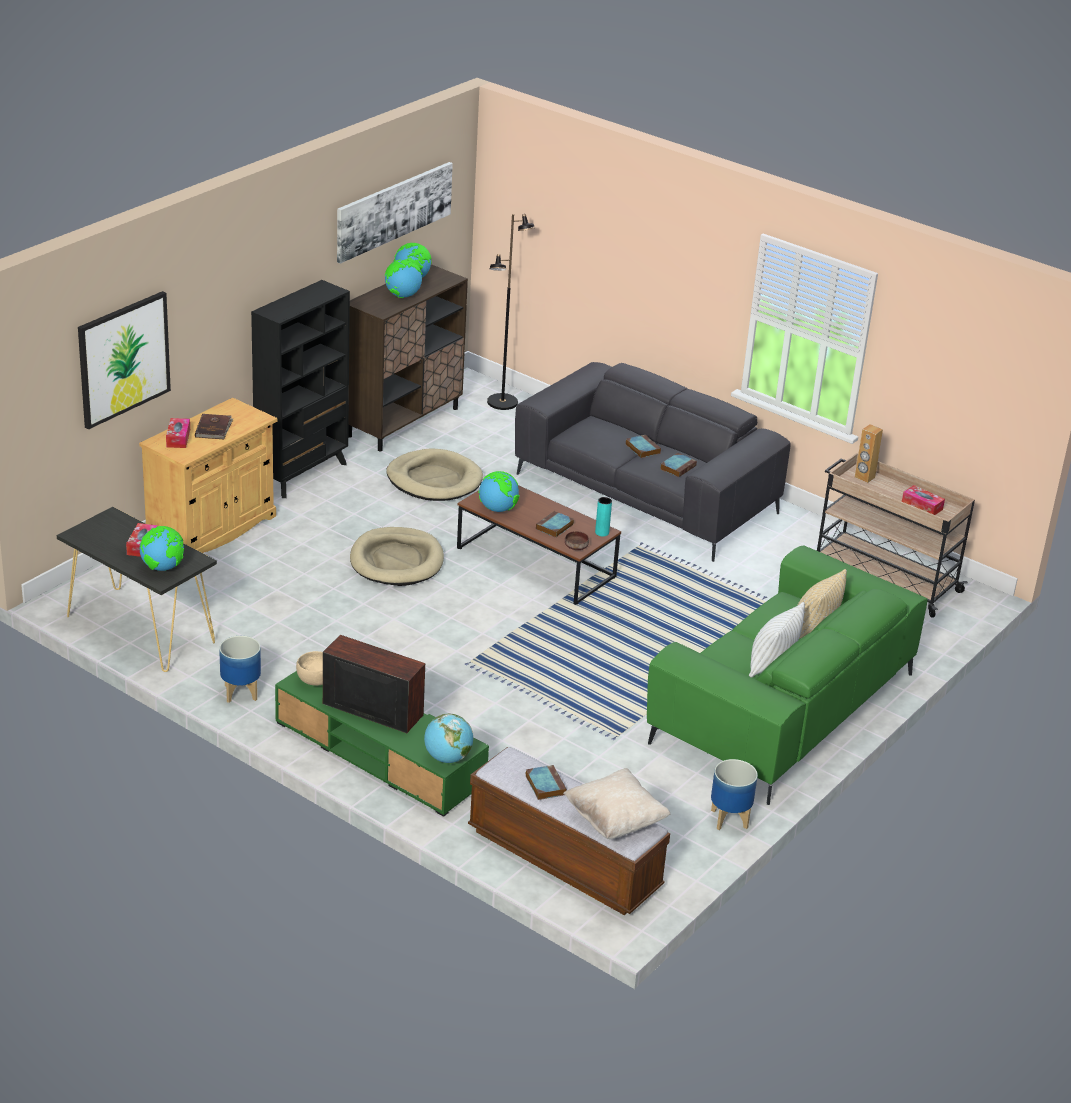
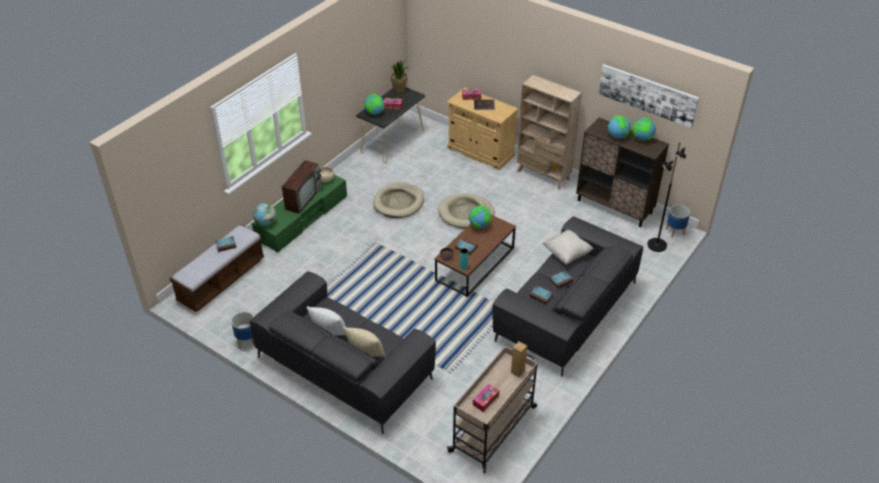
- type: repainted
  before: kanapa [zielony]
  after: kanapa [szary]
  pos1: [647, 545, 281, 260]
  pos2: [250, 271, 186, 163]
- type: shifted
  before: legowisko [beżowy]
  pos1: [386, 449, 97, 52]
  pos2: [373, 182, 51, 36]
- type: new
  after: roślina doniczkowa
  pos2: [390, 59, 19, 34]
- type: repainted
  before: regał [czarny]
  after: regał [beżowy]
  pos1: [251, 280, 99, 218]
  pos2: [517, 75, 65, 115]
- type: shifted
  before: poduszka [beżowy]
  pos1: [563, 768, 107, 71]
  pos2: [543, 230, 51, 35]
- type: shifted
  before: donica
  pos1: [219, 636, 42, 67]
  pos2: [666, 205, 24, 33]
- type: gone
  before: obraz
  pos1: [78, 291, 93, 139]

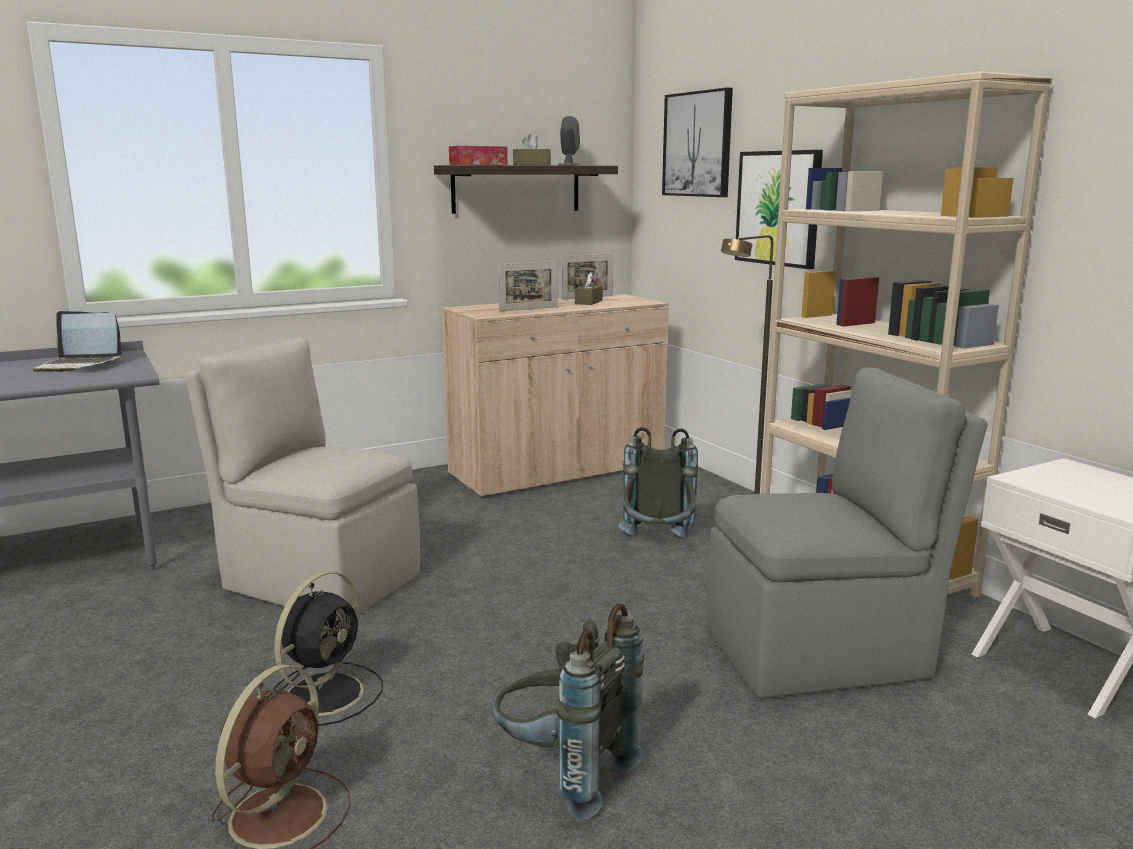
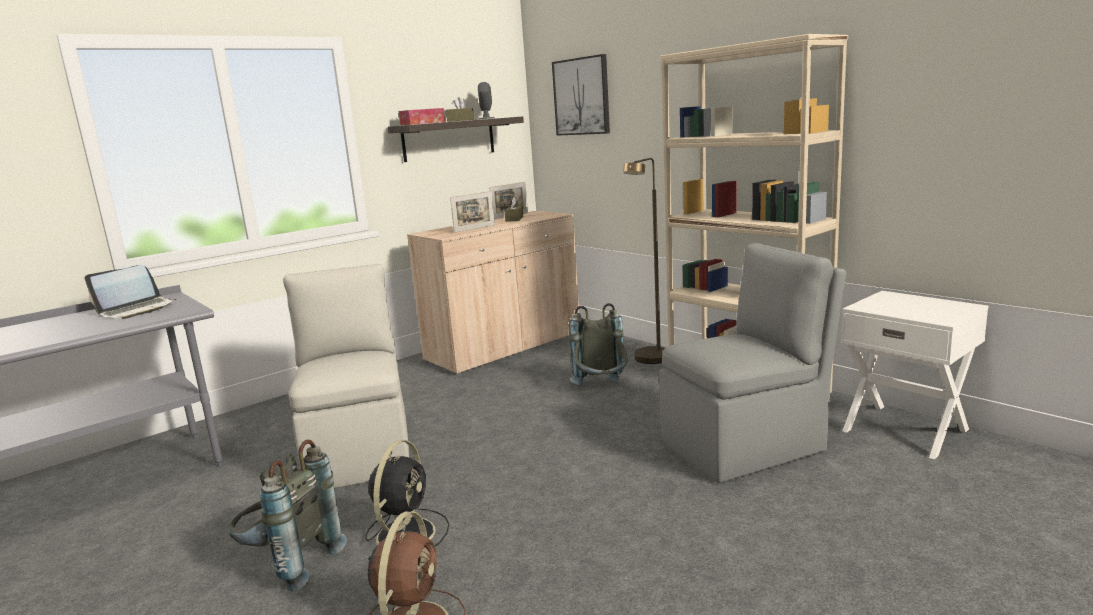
- type: rotated
  before: laptop
  pos1: [33, 311, 89, 61]
  pos2: [85, 265, 91, 54]
  turn: -45
- type: shifted
  before: plecak [szary]
  pos1: [493, 604, 151, 216]
  pos2: [228, 440, 118, 152]
- type: rotated
  before: krzesło [beżowy]
  pos1: [185, 337, 235, 276]
  pos2: [283, 264, 126, 224]
  turn: 60
- type: gone
  before: obraz
  pos1: [735, 150, 88, 119]

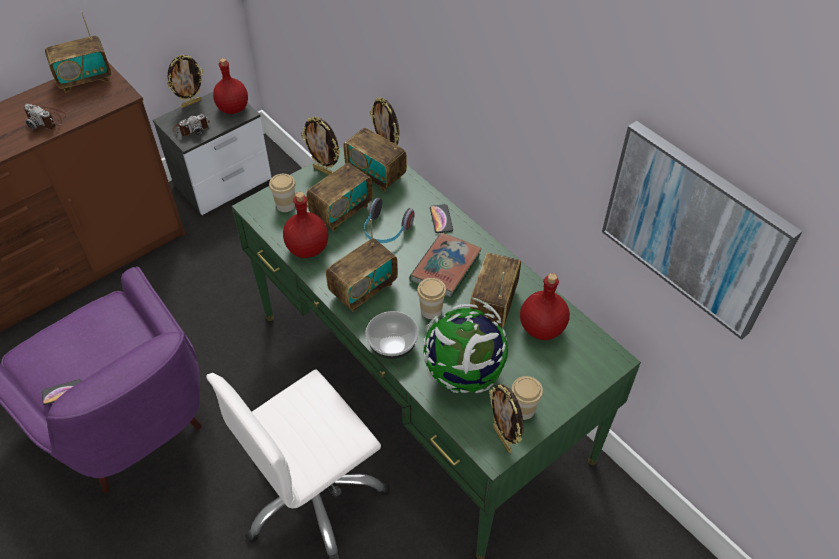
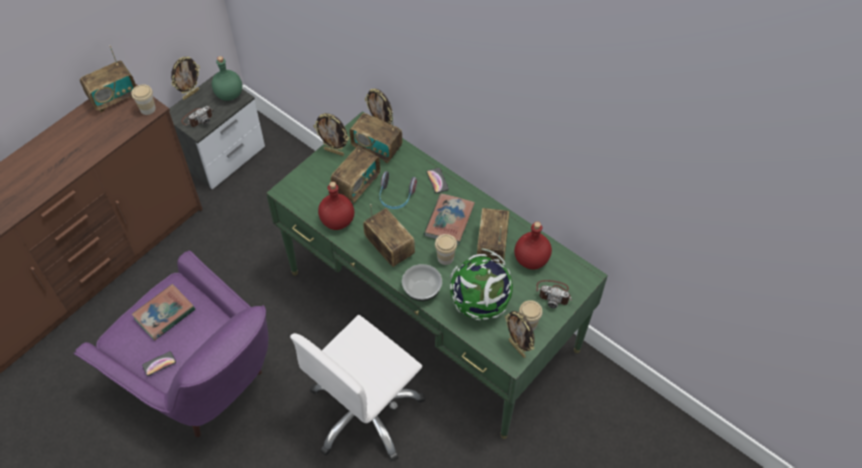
- type: shifted
  before: filiżanka
  pos1: [269, 174, 27, 38]
  pos2: [131, 84, 25, 31]
- type: new
  after: książka
  pos2: [132, 284, 63, 57]
- type: repainted
  before: butelka [czerwony]
  after: butelka [zielony]
  pos1: [213, 58, 35, 56]
  pos2: [212, 56, 30, 45]
- type: rotated
  before: radio
  pos1: [326, 219, 72, 93]
  pos2: [363, 204, 52, 63]
  turn: -75
- type: shifted
  before: aparat fotograficzny
  pos1: [24, 104, 42, 25]
  pos2: [536, 280, 36, 29]
- type: gone
  before: obraz
  pos1: [602, 121, 200, 219]

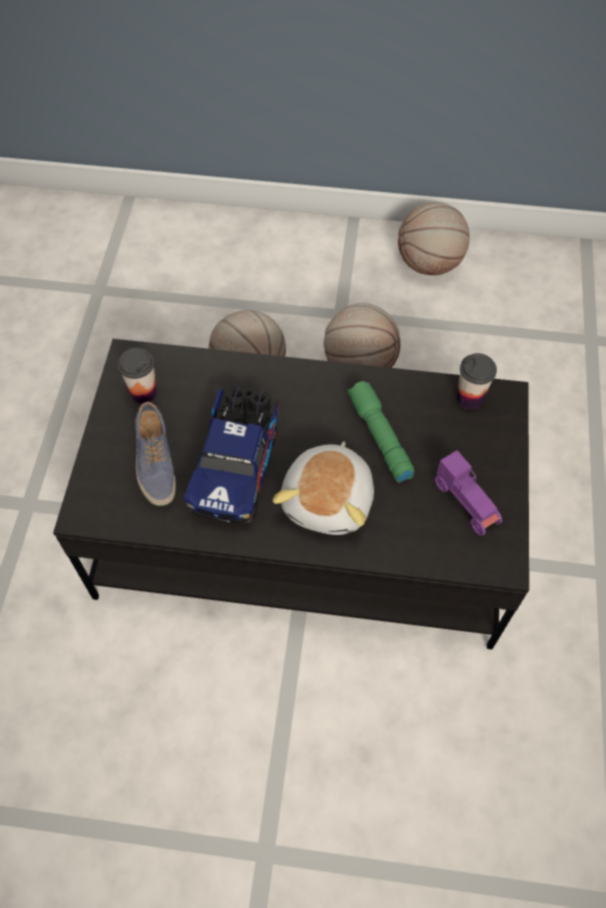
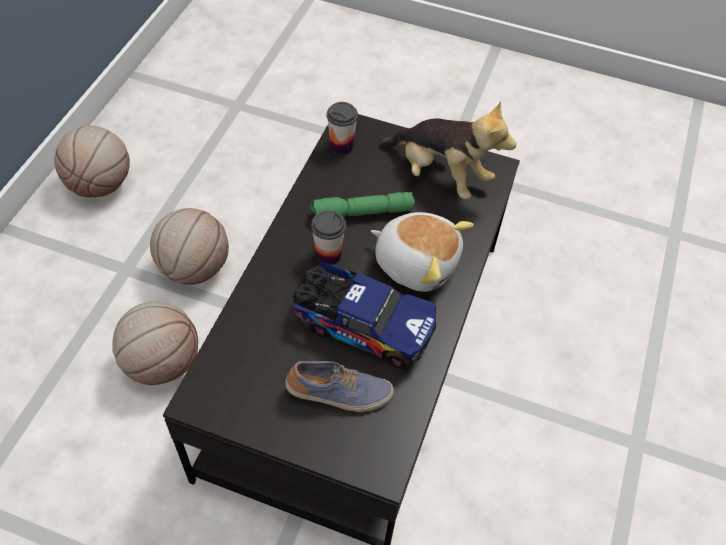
- type: shifted
  before: filiżanka
  pos1: [118, 348, 39, 56]
  pos2: [311, 210, 35, 55]
- type: swapped
  before: samochodzik [fioletowy]
  after: pluszak
  pos1: [435, 450, 67, 86]
  pos2: [378, 101, 139, 98]

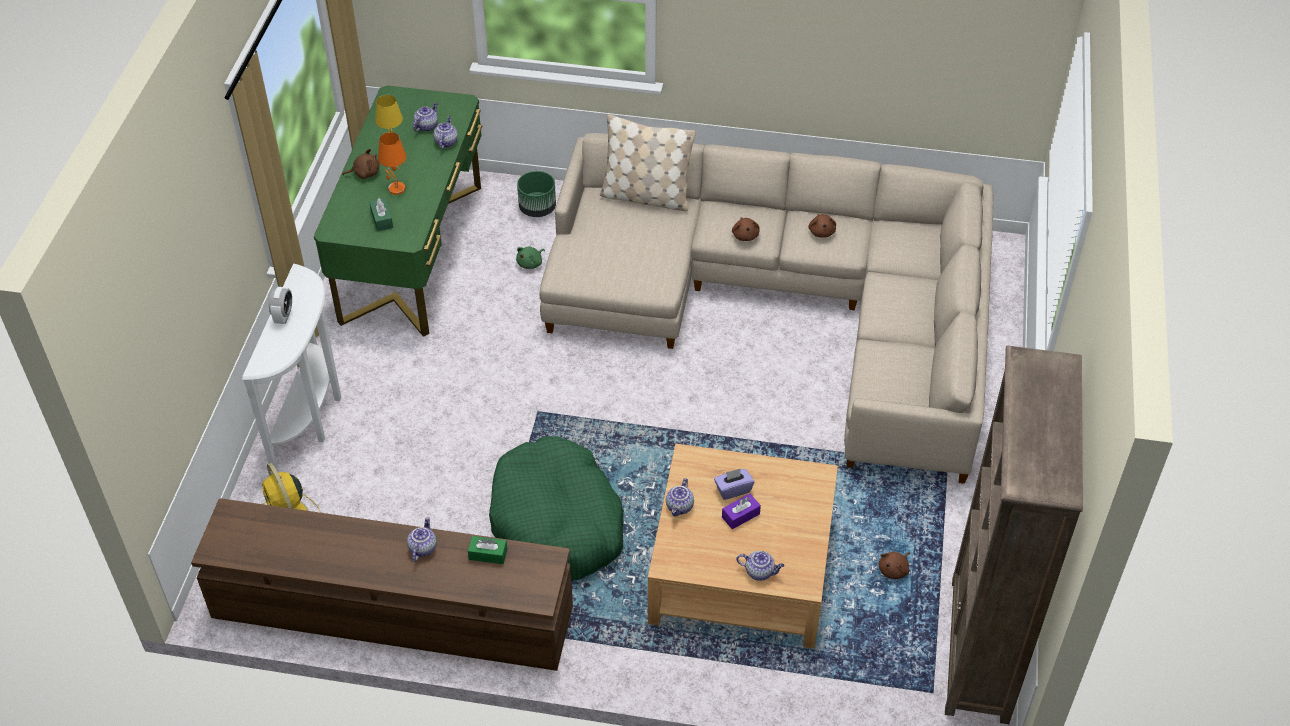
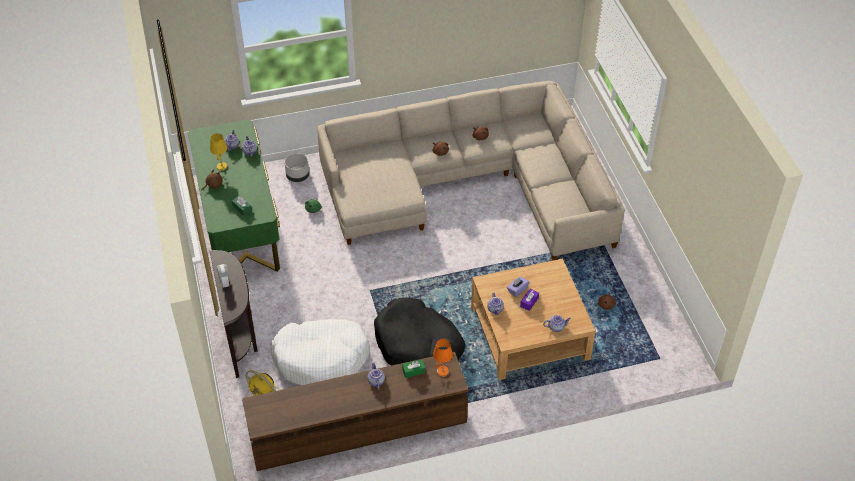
- type: repainted
  before: stolik konsolowy [biały]
  after: stolik konsolowy [brązowy]
  pos1: [242, 264, 99, 205]
  pos2: [210, 250, 48, 128]
- type: new
  after: legowisko [biały]
  pos2: [271, 319, 99, 66]
- type: repainted
  before: donica [zielony]
  after: donica [szary]
  pos1: [517, 171, 39, 46]
  pos2: [284, 153, 25, 29]
- type: repainted
  before: legowisko [zielony]
  after: legowisko [czarny]
  pos1: [489, 436, 135, 145]
  pos2: [374, 298, 91, 68]
- type: shifted
  before: lampa stołowa [pomarańczowy]
  pos1: [378, 132, 28, 63]
  pos2: [433, 339, 20, 38]
- type: gone
  before: poduszka [beżowy]
  pos1: [600, 115, 96, 97]
- type: gone
  before: regał [brązowy]
  pos1: [945, 346, 138, 378]

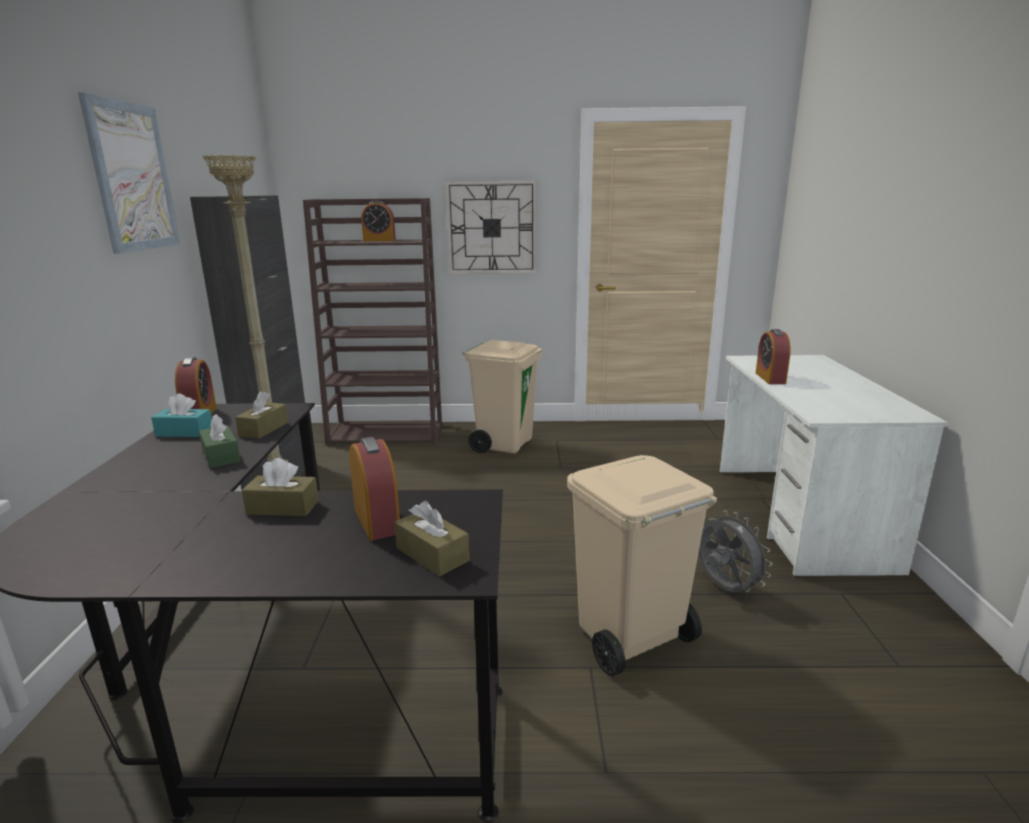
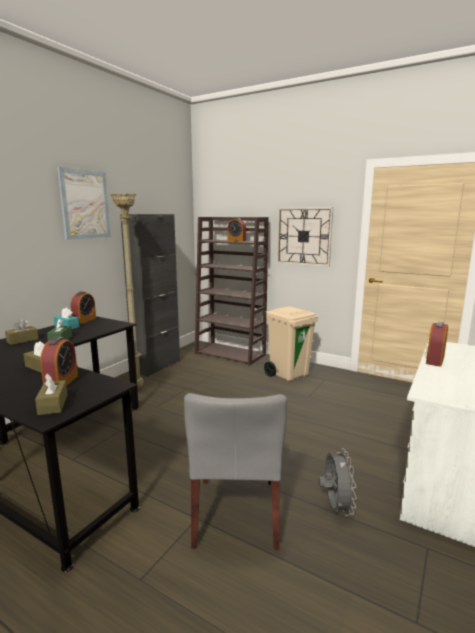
- type: shifted
  before: pudełko chusteczek [brązowy]
  pos1: [235, 391, 53, 48]
  pos2: [5, 319, 34, 26]
- type: swapped
  before: kosz na śmieci [beżowy]
  after: krzesło [szary]
  pos1: [567, 455, 150, 221]
  pos2: [184, 393, 103, 157]

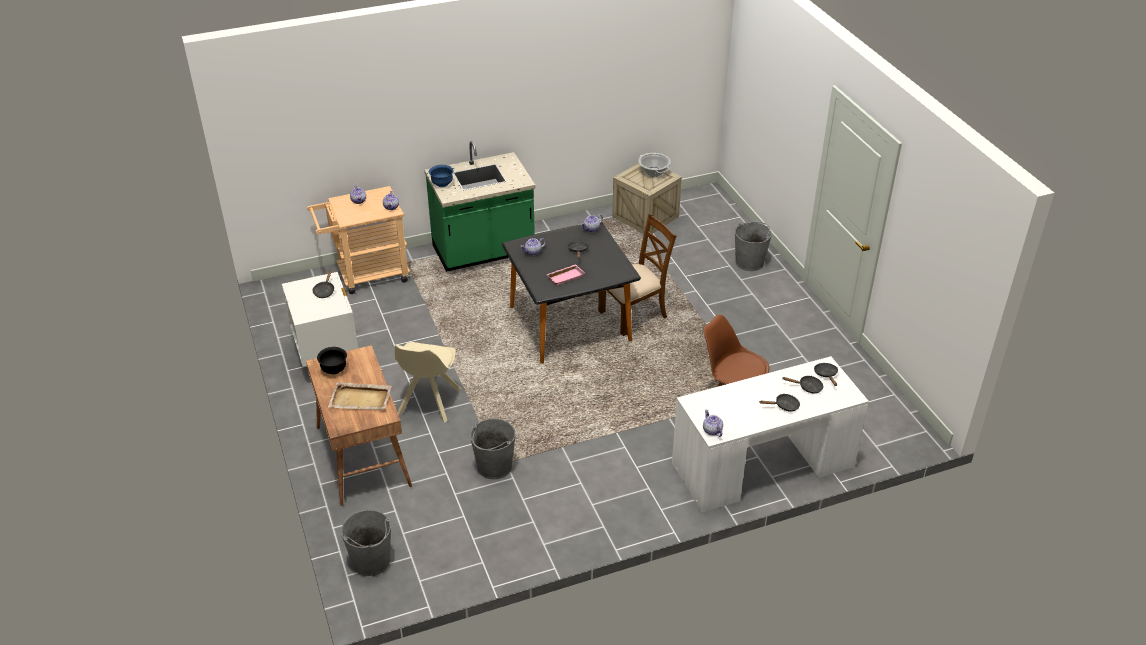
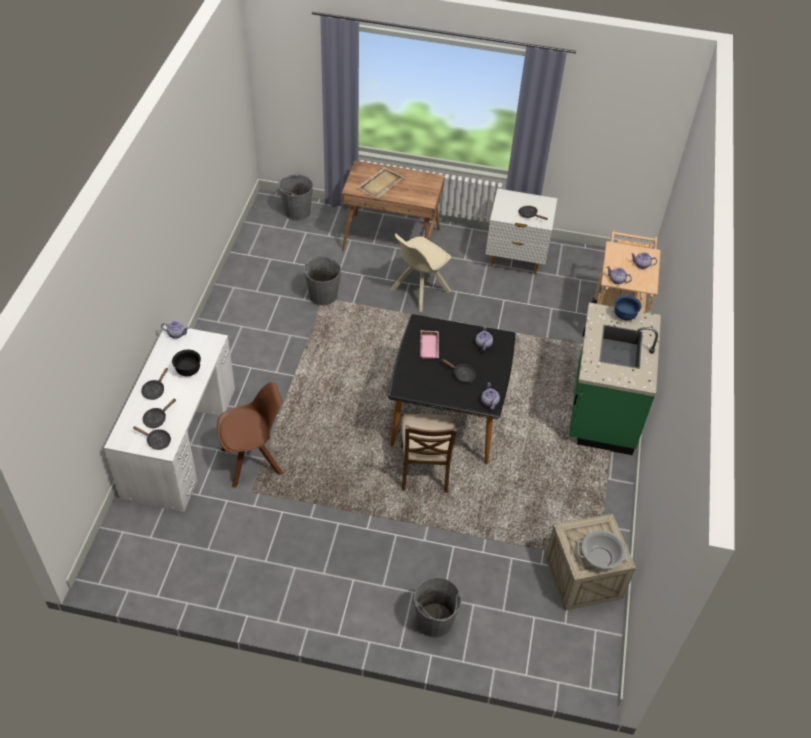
- type: shifted
  before: miska [czarny]
  pos1: [317, 347, 30, 27]
  pos2: [172, 350, 29, 26]
- type: rotated
  before: krzesło [beżowy]
  pos1: [395, 342, 67, 81]
  pos2: [391, 234, 60, 78]
  turn: -90

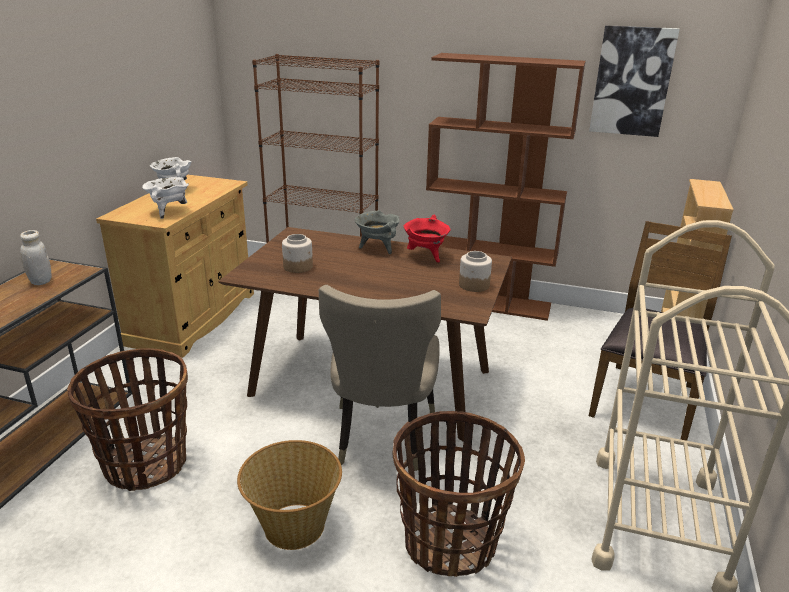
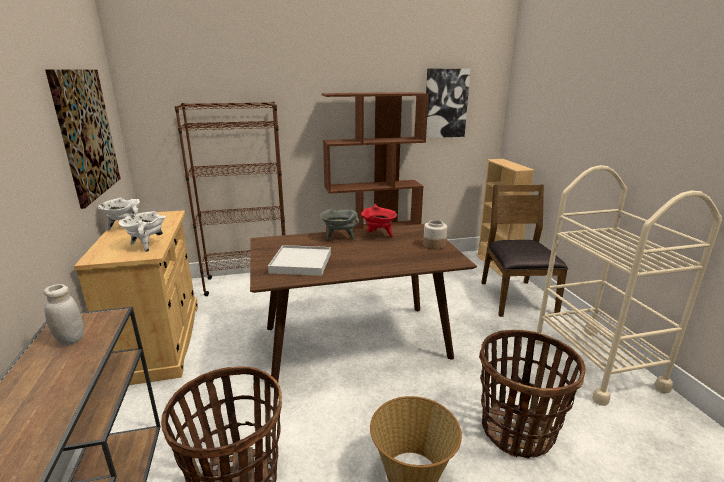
- type: new
  after: obraz
  pos2: [45, 69, 76, 140]
- type: swapped
  before: słoik
  after: taca [biały]
  pos1: [282, 234, 31, 39]
  pos2: [268, 245, 63, 31]
- type: gone
  before: krzesło [beżowy]
  pos1: [319, 285, 122, 186]

